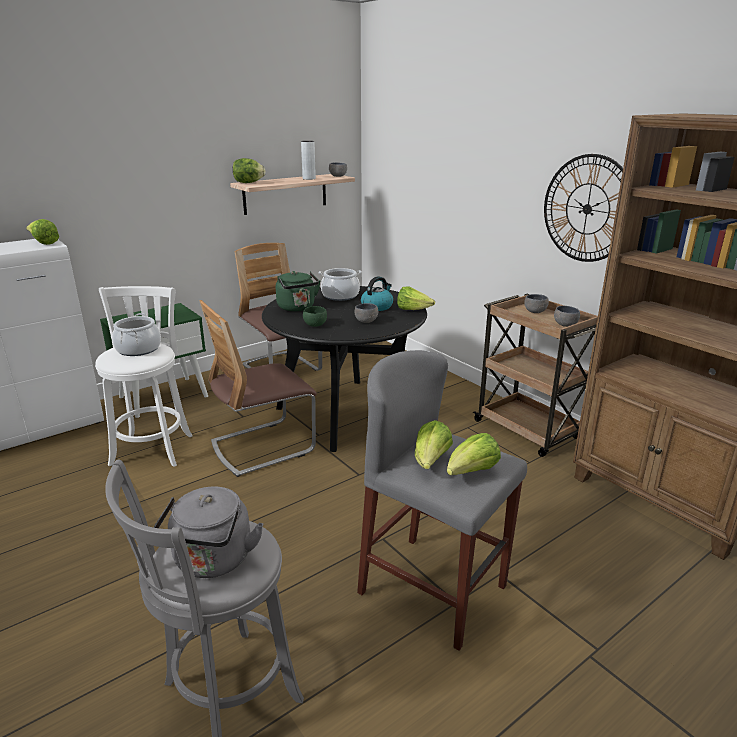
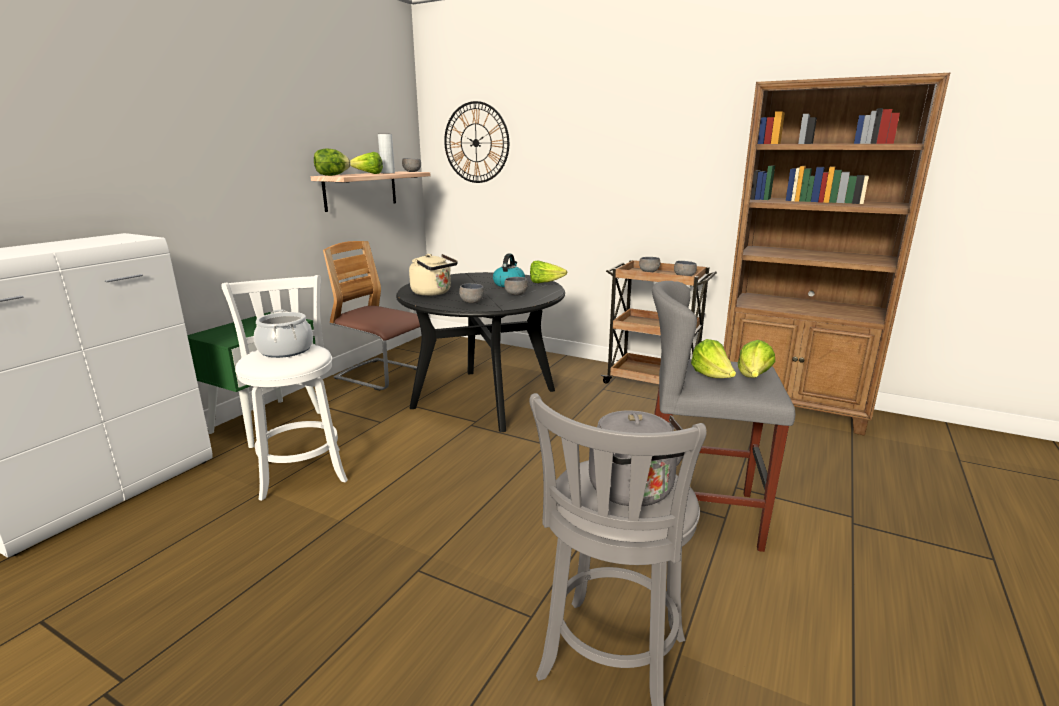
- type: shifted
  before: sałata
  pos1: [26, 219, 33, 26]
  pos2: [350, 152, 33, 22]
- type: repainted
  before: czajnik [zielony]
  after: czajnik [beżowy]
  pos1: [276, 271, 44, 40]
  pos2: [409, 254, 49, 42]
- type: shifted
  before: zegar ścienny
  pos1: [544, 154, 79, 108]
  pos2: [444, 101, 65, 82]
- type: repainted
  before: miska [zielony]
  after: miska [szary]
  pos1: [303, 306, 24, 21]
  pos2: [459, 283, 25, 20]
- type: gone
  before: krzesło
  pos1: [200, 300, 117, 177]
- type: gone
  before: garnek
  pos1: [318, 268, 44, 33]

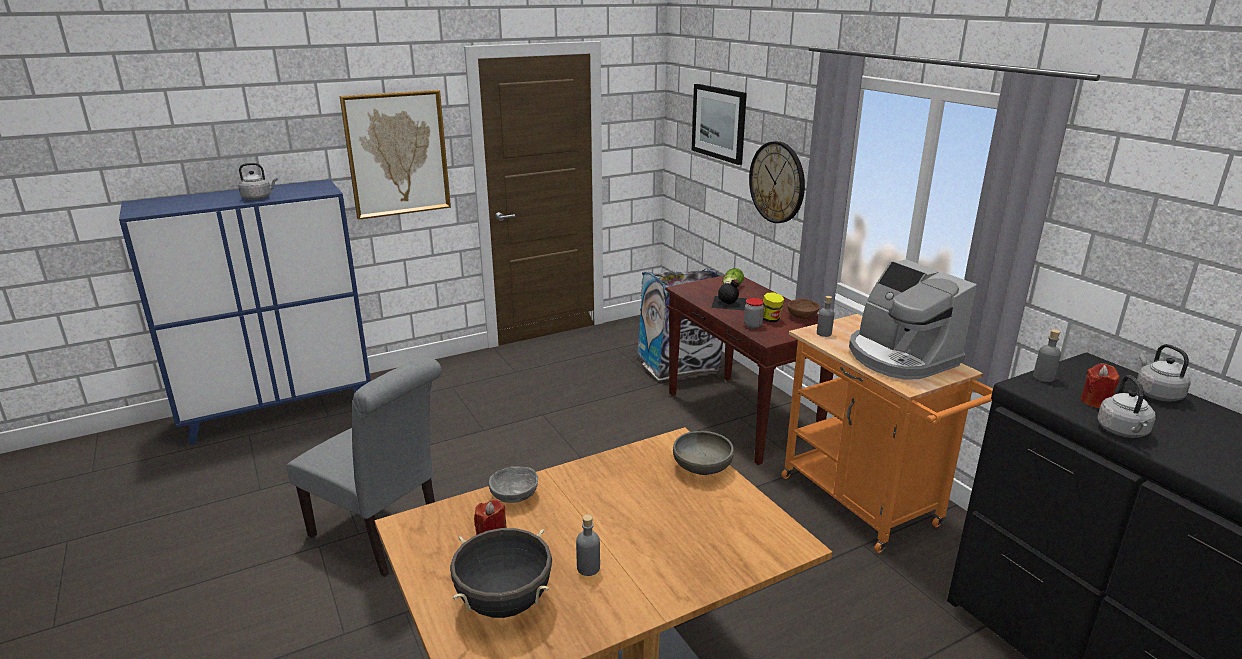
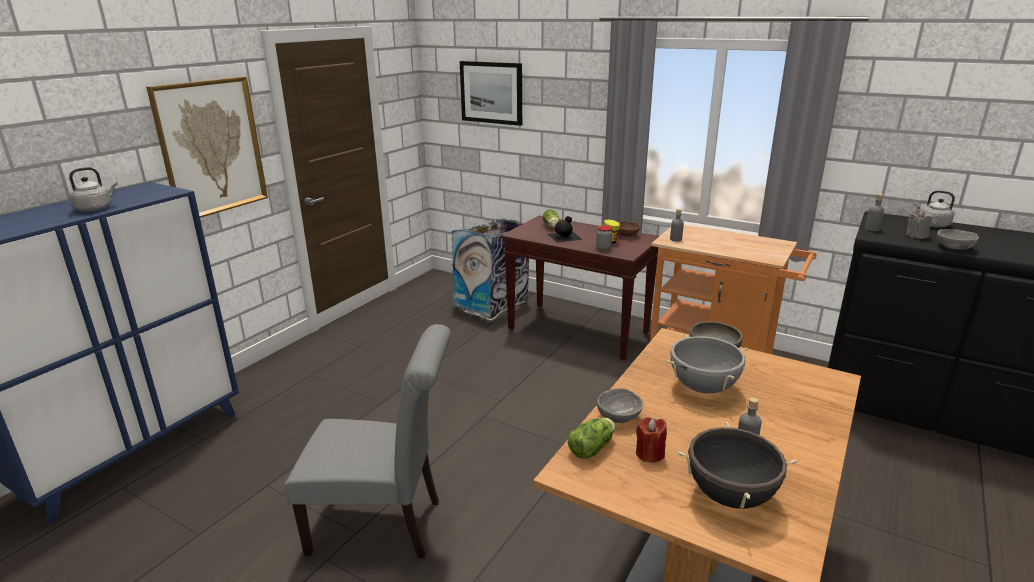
- type: new
  after: sałata
  pos2: [568, 417, 47, 42]
- type: new
  after: garnek [szary]
  pos2: [667, 334, 80, 60]
- type: repainted
  before: świeca [czerwony]
  after: świeca [szary]
  pos1: [1081, 363, 39, 45]
  pos2: [906, 209, 27, 30]
- type: swapped
  before: czajnik [szary]
  after: miska [szary]
  pos1: [1098, 375, 57, 63]
  pos2: [937, 229, 42, 21]
- type: gone
  before: zegar ścienny
  pos1: [749, 141, 56, 82]
- type: gone
  before: ekspres do kawy
  pos1: [849, 259, 128, 121]

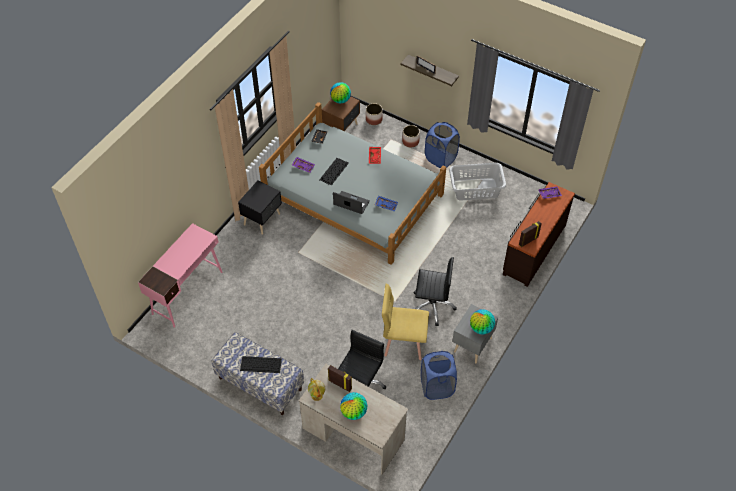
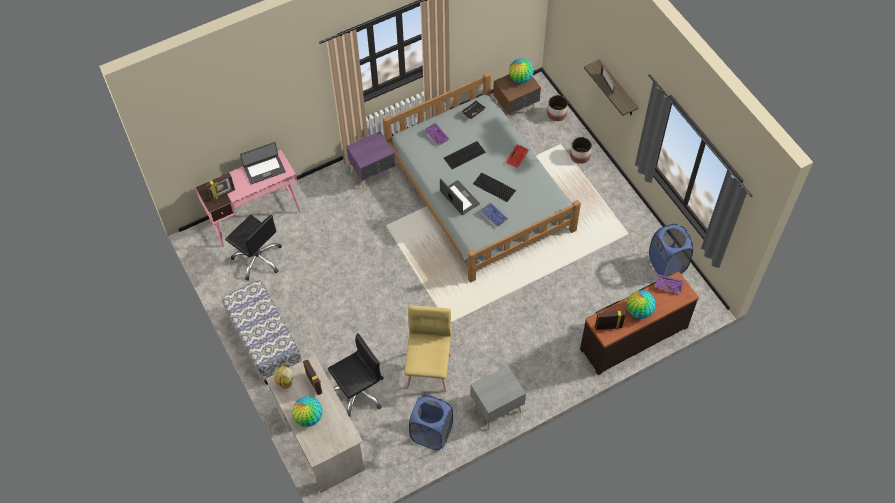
- type: new
  after: ramka na zdjęcie
  pos2: [206, 173, 29, 28]
- type: shifted
  before: krzesło biurowe [czarny]
  pos1: [414, 257, 43, 69]
  pos2: [225, 215, 57, 66]
- type: new
  after: laptop
  pos2: [240, 142, 46, 42]
- type: repainted
  before: szafka nocna [czarny]
  after: szafka nocna [fioletowy]
  pos1: [238, 180, 44, 55]
  pos2: [346, 131, 50, 59]
- type: rotated
  before: krzesło [żółty]
  pos1: [382, 284, 47, 76]
  pos2: [404, 305, 47, 87]
  turn: 60
- type: shifted
  before: klawiatura
  pos1: [240, 356, 42, 17]
  pos2: [473, 173, 43, 29]
- type: shifted
  before: globus
  pos1: [470, 309, 25, 25]
  pos2: [627, 290, 29, 29]
- type: shifted
  before: kosz na pranie [niebieski]
  pos1: [425, 122, 35, 46]
  pos2: [649, 224, 44, 53]
- type: gone
  before: kosz na pranie [szary]
  pos1: [449, 163, 57, 38]

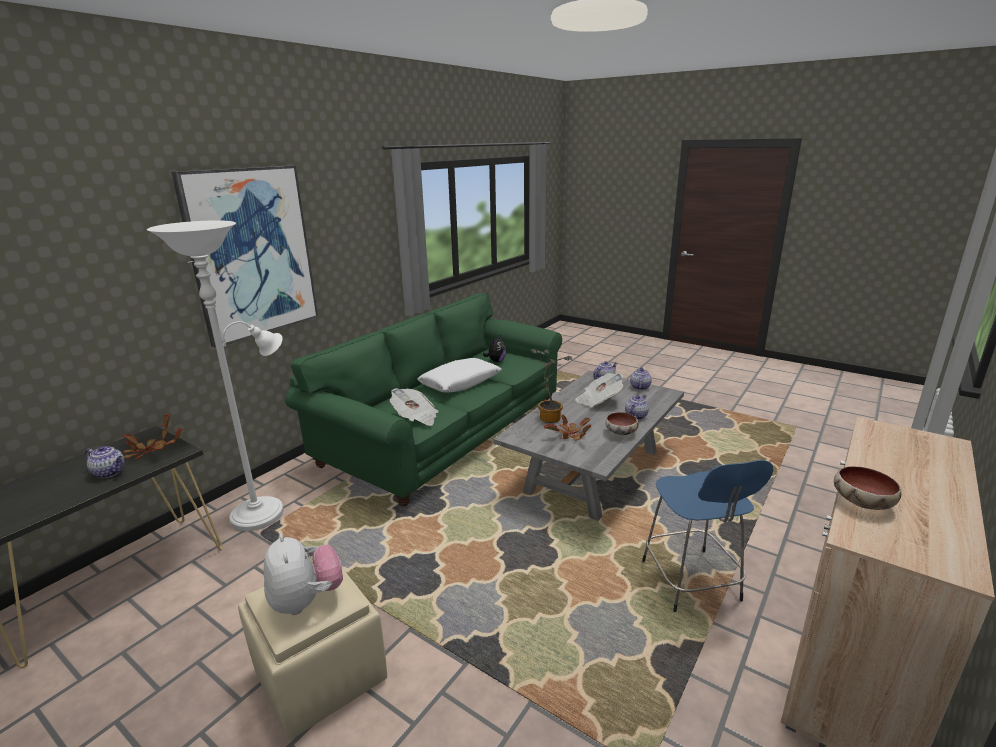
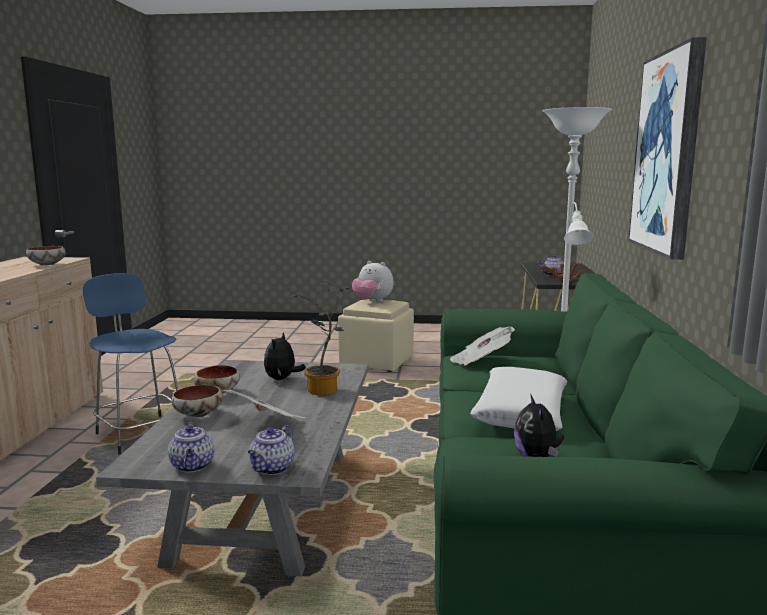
- type: swapped
  before: imbryk
  after: miska
  pos1: [625, 395, 24, 25]
  pos2: [171, 385, 52, 32]
- type: swapped
  before: roślina doniczkowa
  after: pluszak
  pos1: [544, 415, 48, 25]
  pos2: [264, 332, 42, 48]

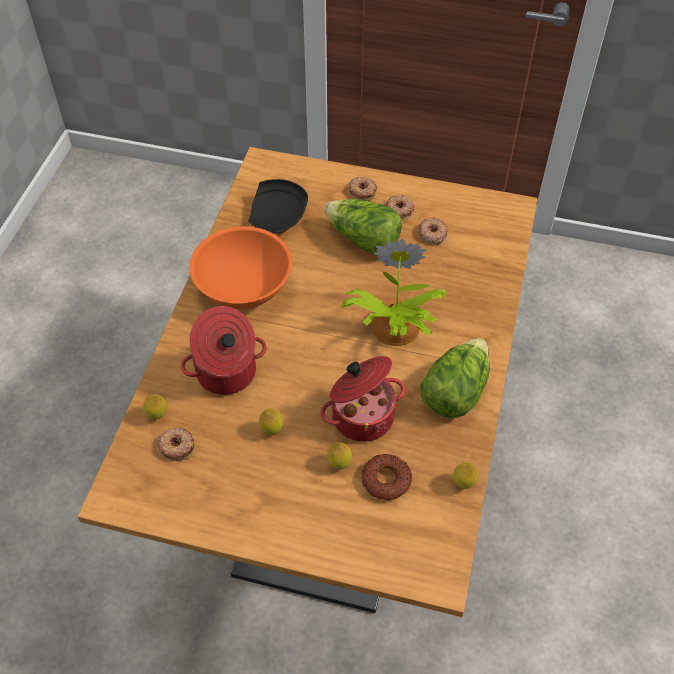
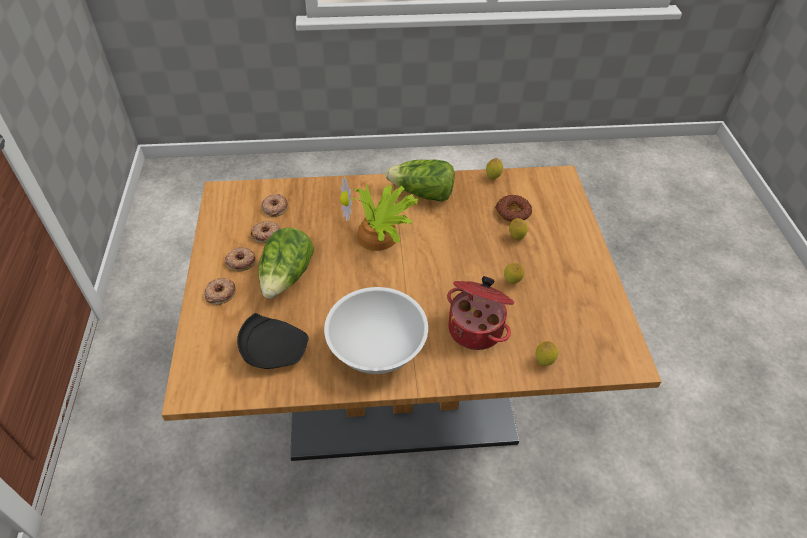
- type: shifted
  before: donut
  pos1: [157, 427, 38, 34]
  pos2: [261, 193, 27, 24]
- type: repainted
  before: miska [pomarańczowy]
  after: miska [biały]
  pos1: [189, 226, 103, 83]
  pos2: [324, 287, 104, 87]
- type: gone
  before: garnek
  pos1: [321, 356, 84, 86]

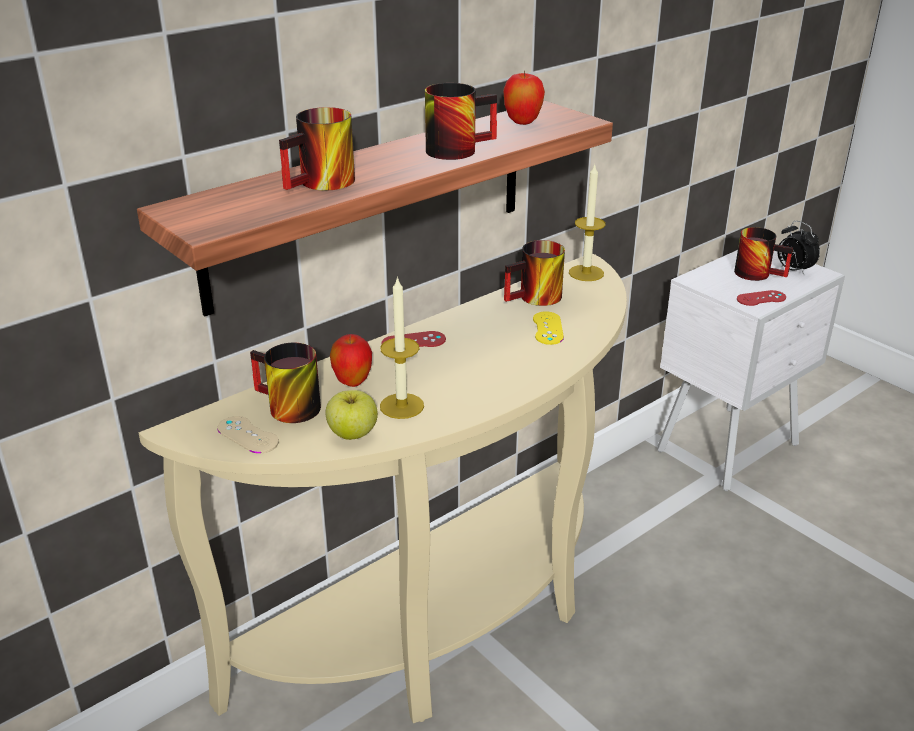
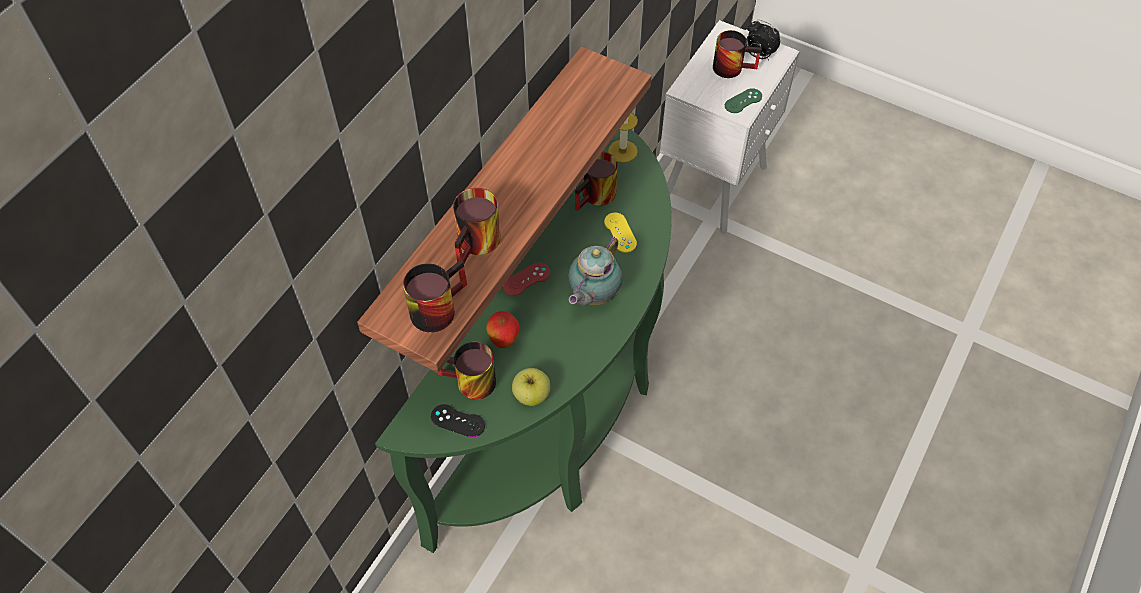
- type: repainted
  before: stolik konsolowy [beżowy]
  after: stolik konsolowy [zielony]
  pos1: [139, 253, 488, 470]
  pos2: [375, 130, 297, 423]
- type: shifted
  before: kubek
  pos1: [425, 83, 72, 77]
  pos2: [403, 260, 64, 72]
- type: repainted
  before: pad do gier [beżowy]
  after: pad do gier [czarny]
  pos1: [217, 416, 62, 37]
  pos2: [431, 404, 54, 33]
- type: new
  after: imbryk
  pos2: [568, 236, 55, 70]
- type: repainted
  before: pad do gier [czerwony]
  after: pad do gier [zielony]
  pos1: [737, 290, 49, 16]
  pos2: [725, 88, 37, 25]
- type: gone
  before: świeca
  pos1: [380, 276, 44, 143]
- type: gone
  before: jabłko
  pos1: [503, 71, 42, 54]

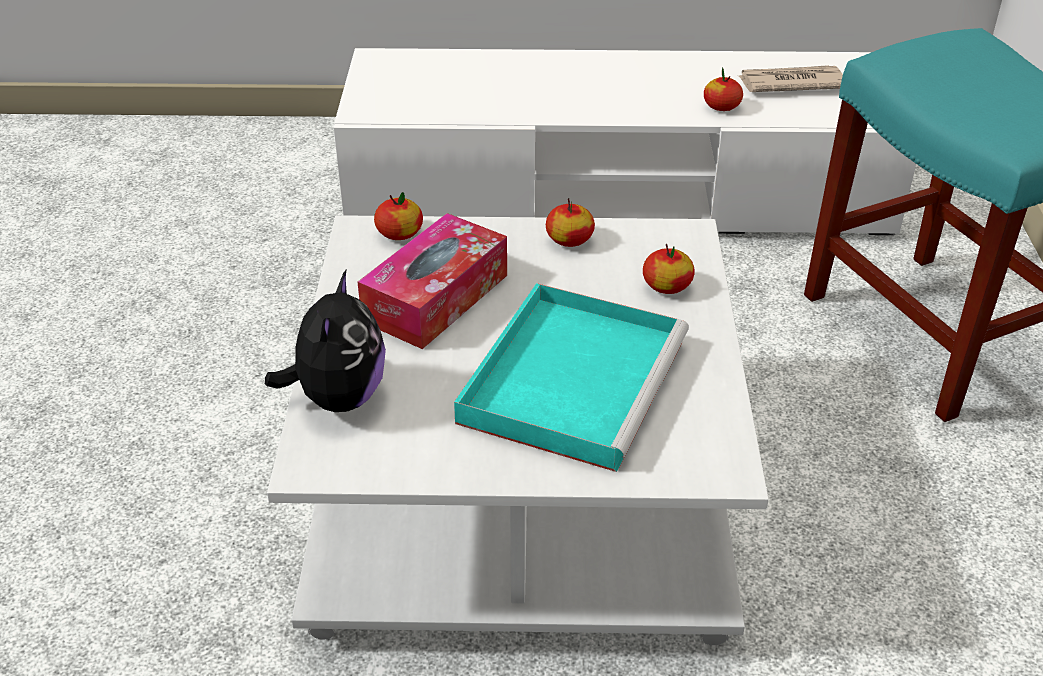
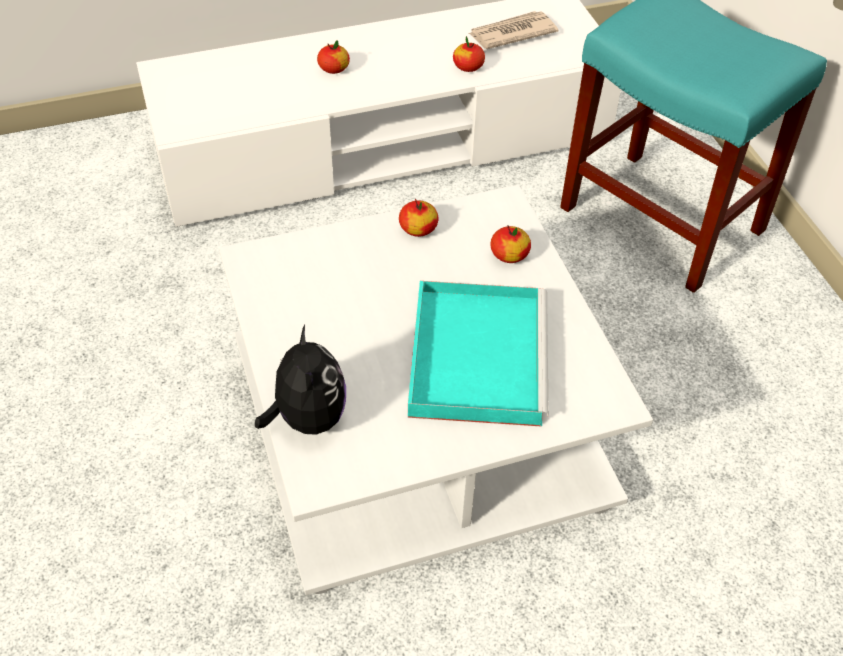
- type: shifted
  before: jabłko
  pos1: [374, 192, 49, 48]
  pos2: [317, 40, 33, 34]
- type: gone
  before: pudełko chusteczek
  pos1: [358, 213, 149, 136]

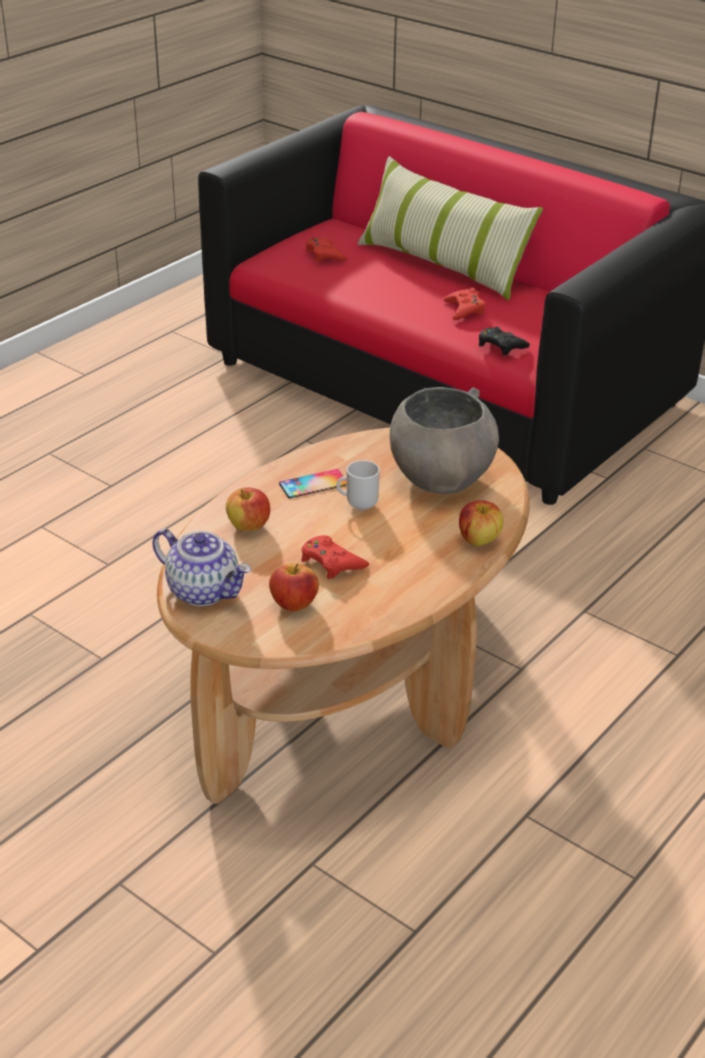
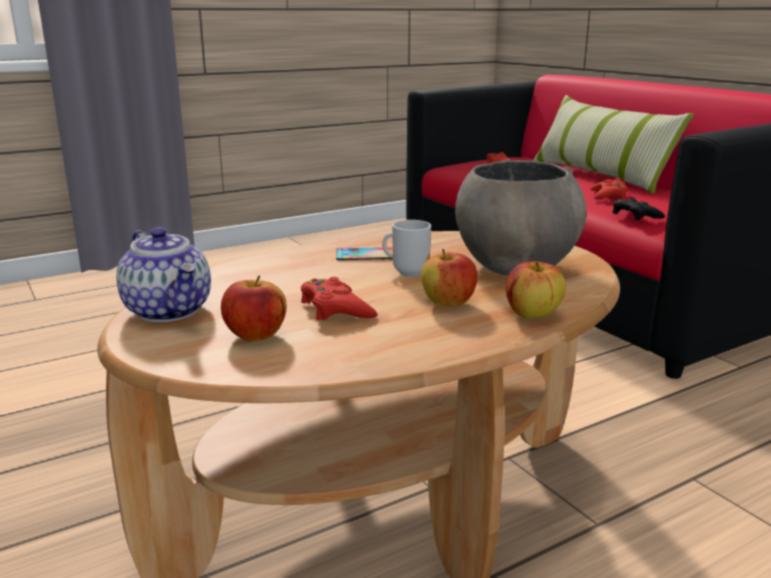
- type: shifted
  before: jabłko
  pos1: [226, 488, 44, 43]
  pos2: [421, 249, 56, 58]

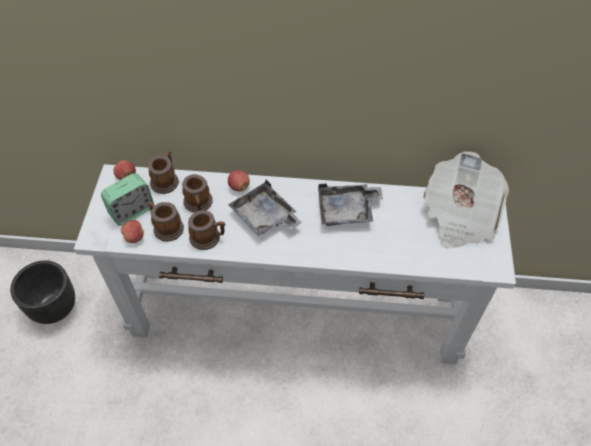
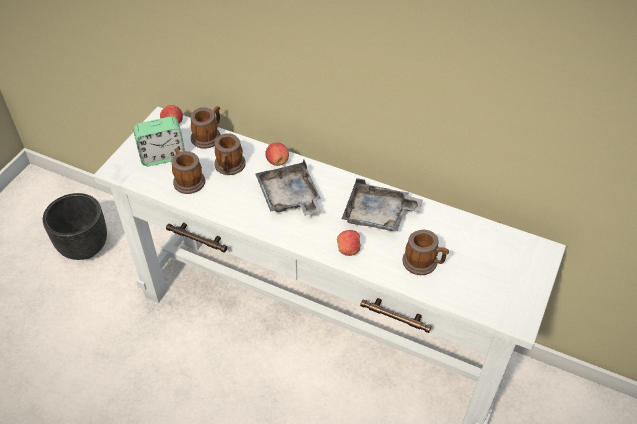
- type: shifted
  before: jabłko
  pos1: [121, 220, 23, 23]
  pos2: [337, 230, 25, 26]
- type: shifted
  before: kubek
  pos1: [188, 210, 37, 40]
  pos2: [402, 230, 47, 45]
- type: gone
  before: gazeta
  pos1: [423, 151, 86, 97]

